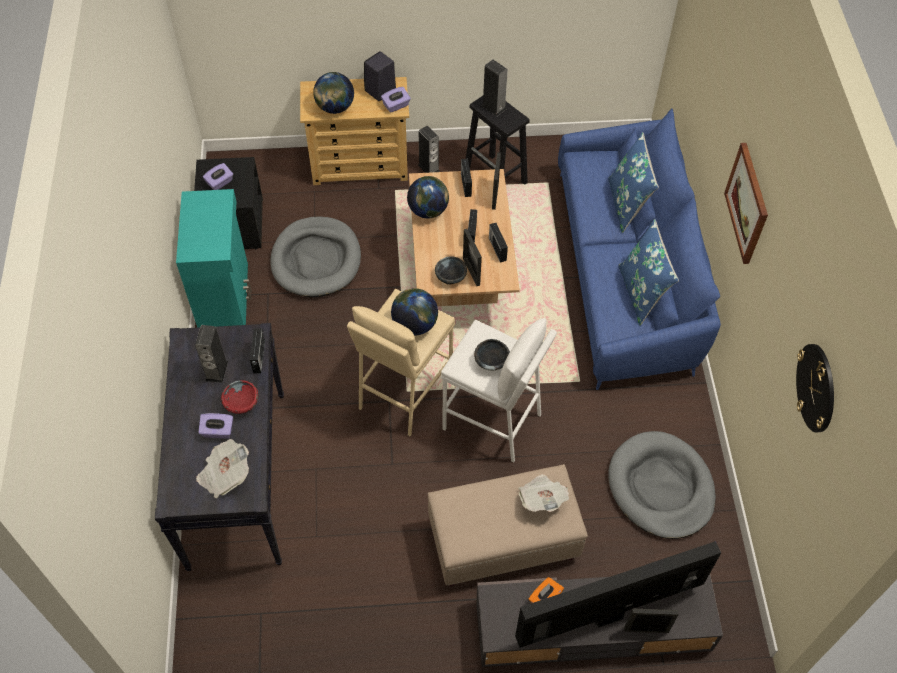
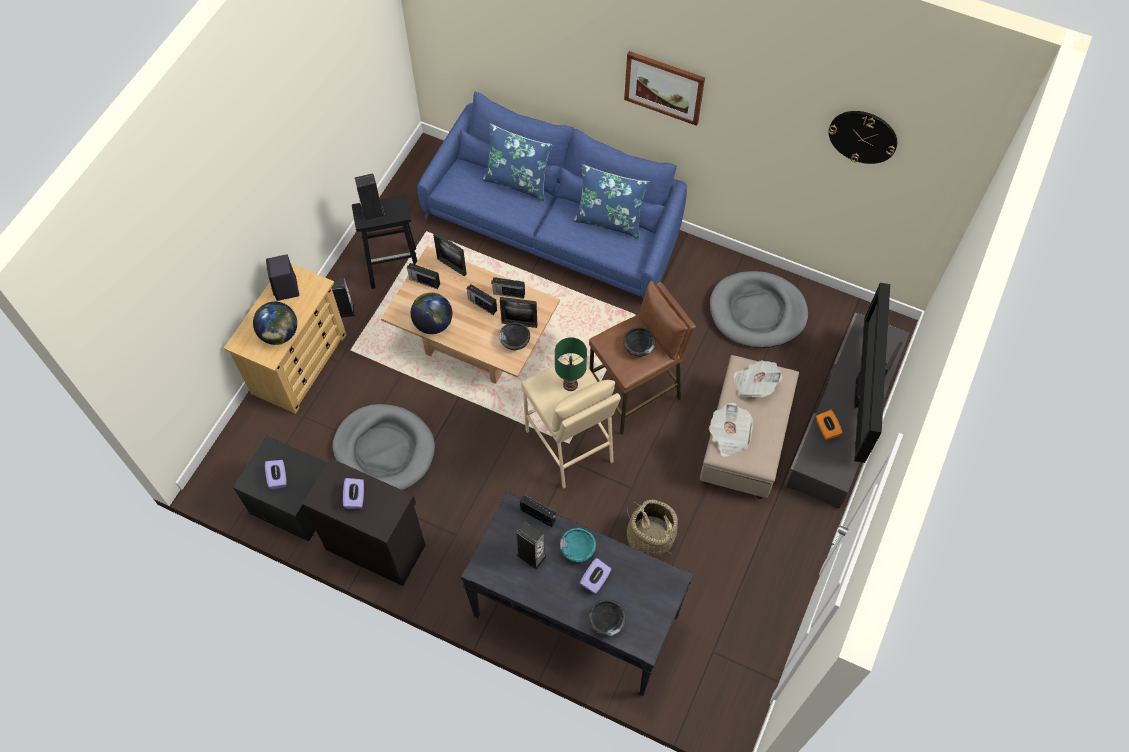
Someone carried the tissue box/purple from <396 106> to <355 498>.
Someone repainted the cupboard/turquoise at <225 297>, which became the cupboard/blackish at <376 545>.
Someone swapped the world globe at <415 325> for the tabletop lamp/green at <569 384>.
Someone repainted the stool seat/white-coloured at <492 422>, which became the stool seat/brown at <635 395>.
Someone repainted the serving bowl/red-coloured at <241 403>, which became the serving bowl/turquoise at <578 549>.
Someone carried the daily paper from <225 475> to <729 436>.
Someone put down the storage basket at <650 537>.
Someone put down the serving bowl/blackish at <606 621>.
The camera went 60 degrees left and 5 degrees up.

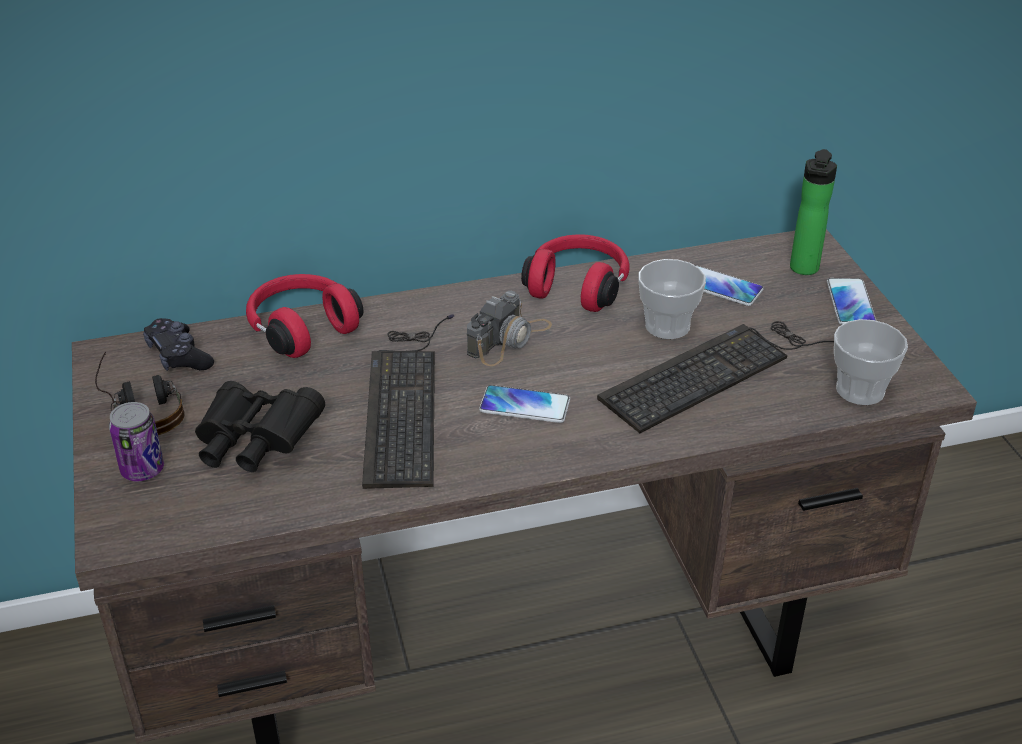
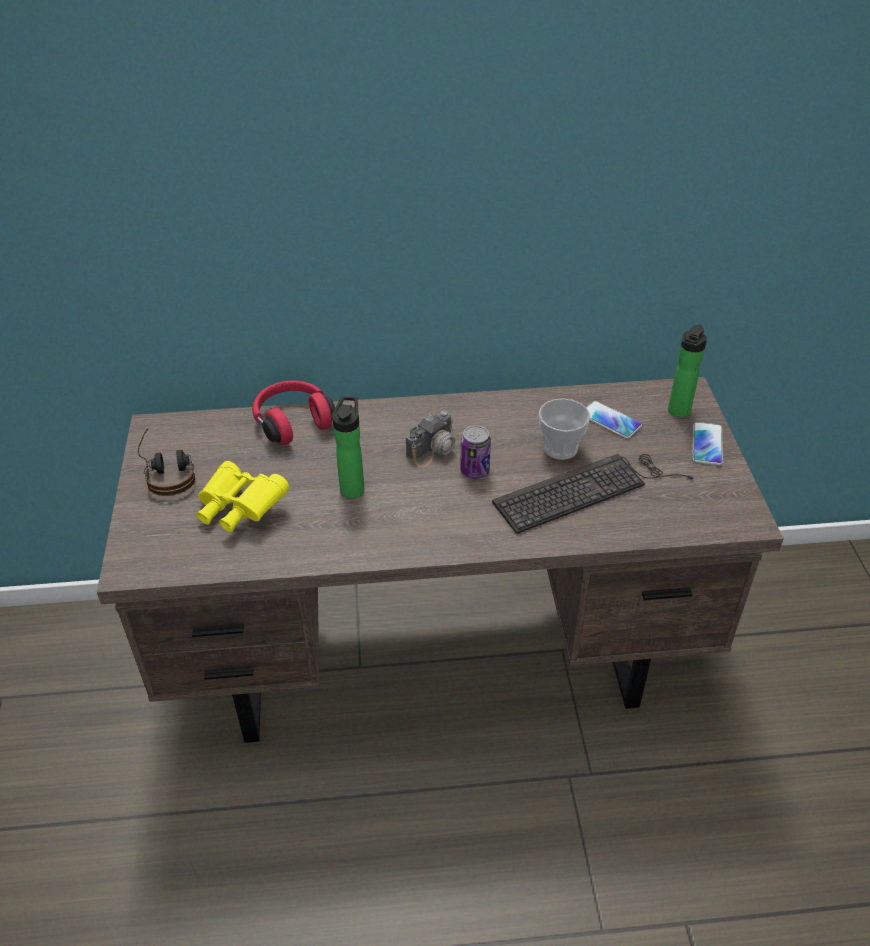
Someone took away the pair of headphones/red-coloured at <578 286>.
Someone swapped the computer keyboard at <405 400> for the bottle at <353 487>.
Someone took away the joypad/blackish at <179 356>.
Someone took away the drinking cup at <860 390>.
Someone repainted the binoculars/blackish at <255 444>, which became the binoculars/yellowish at <239 509>.
Someone took away the telephone at <525 405>.
Someone carried the metal can from <142 470> to <474 471>.
The camera went 10 degrees right and 5 degrees up.

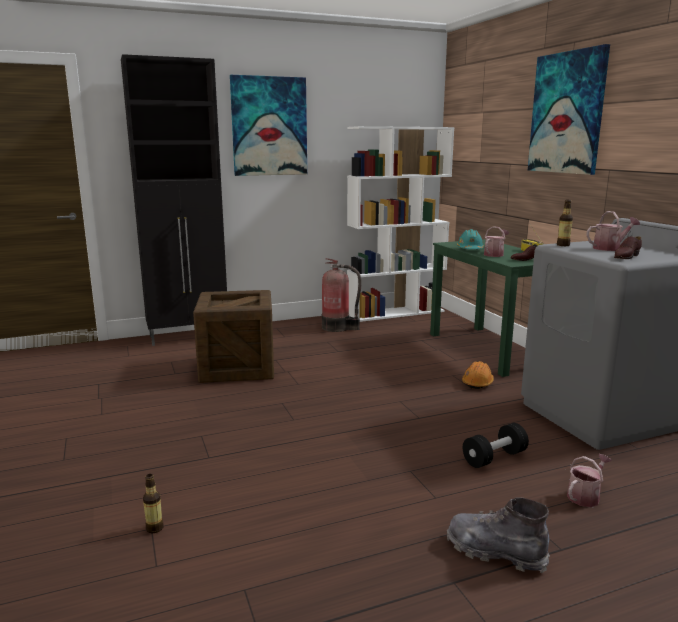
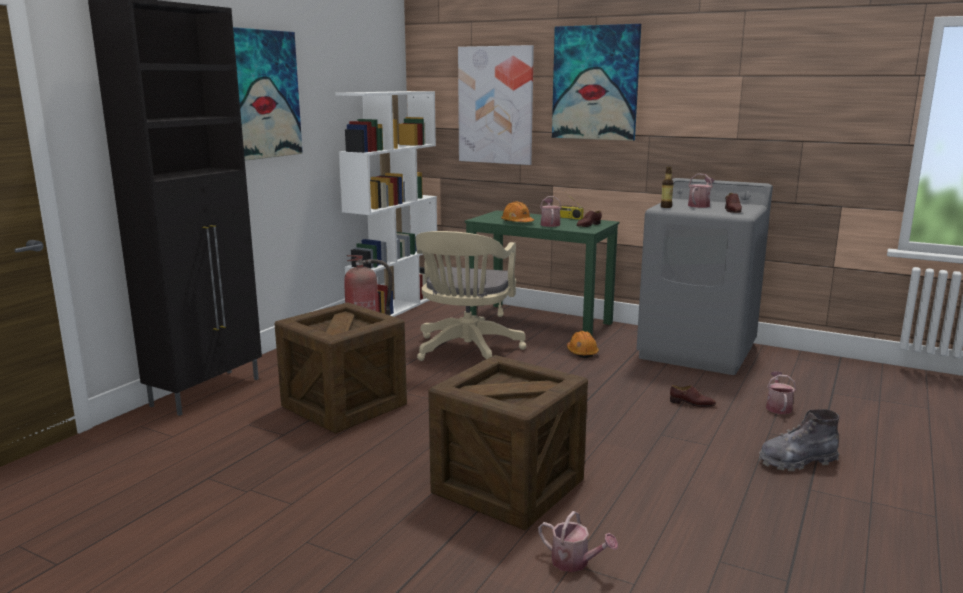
Someone repainted the hard hat/turquoise at <470 249>, which became the hard hat/orangey at <517 222>.
Someone swapped the dumbbell/blackish at <494 458> for the low shoe/brown at <692 403>.
Someone swapped the bottle at <154 528> for the sprinkling can at <575 562>.
Someone put up the wall picture at <495 105>.
Someone put down the office chair/beige-coloured at <466 351>.
Someone put down the shipping crate at <508 486>.
The camera went 40 degrees left and 0 degrees up.

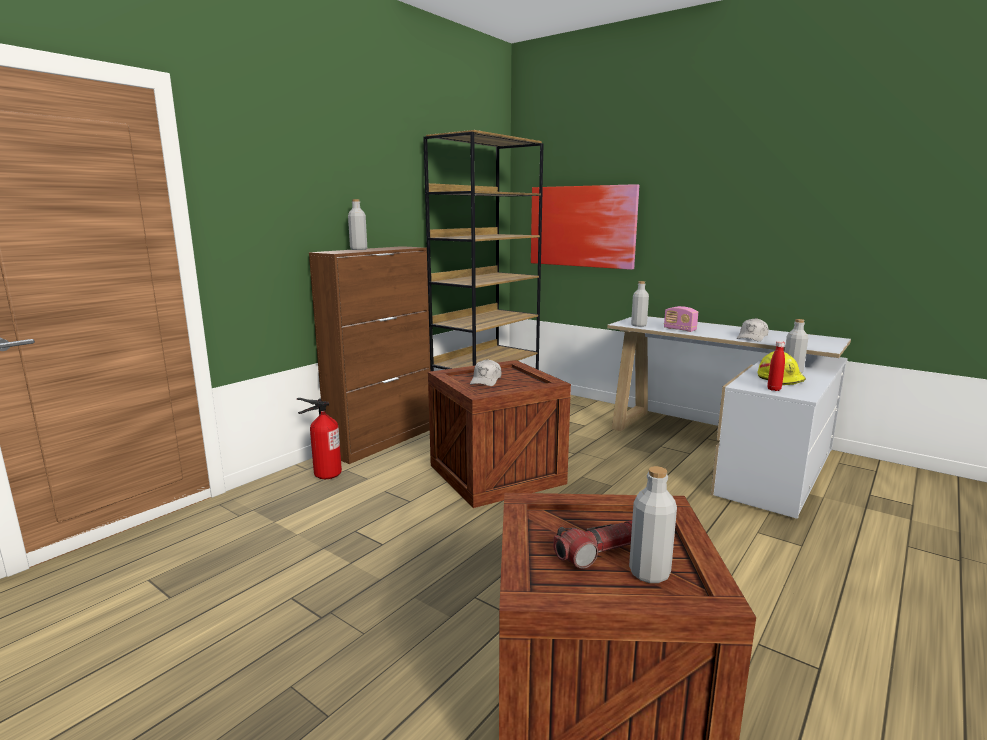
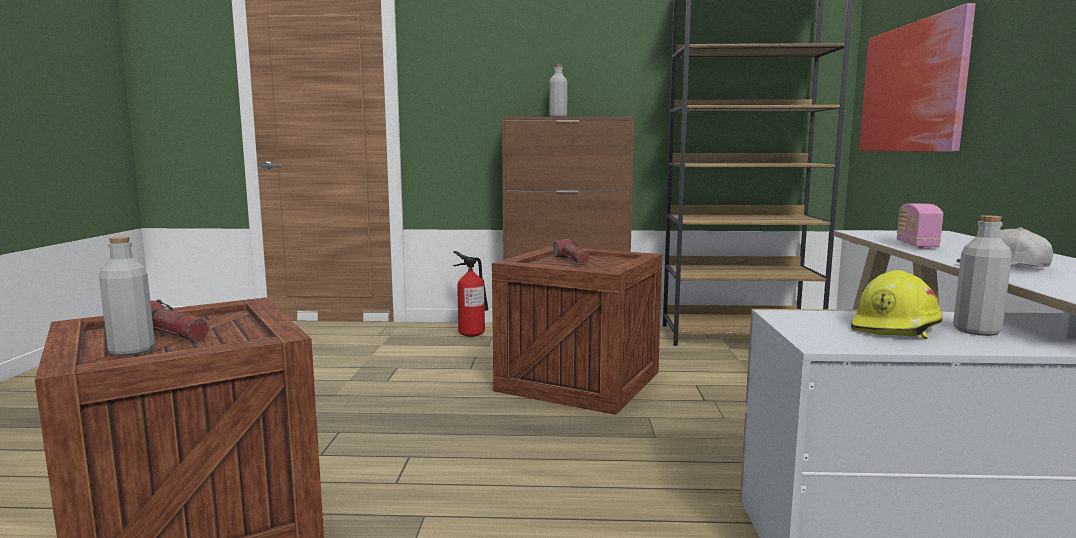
Someone took away the bottle/greyish at <638 325>.
Someone took away the bottle/red-coloured at <774 389>.
Someone swapped the baseball cap/white-coloured at <486 380> for the hand torch at <572 260>.
The camera went 55 degrees right and 5 degrees down.

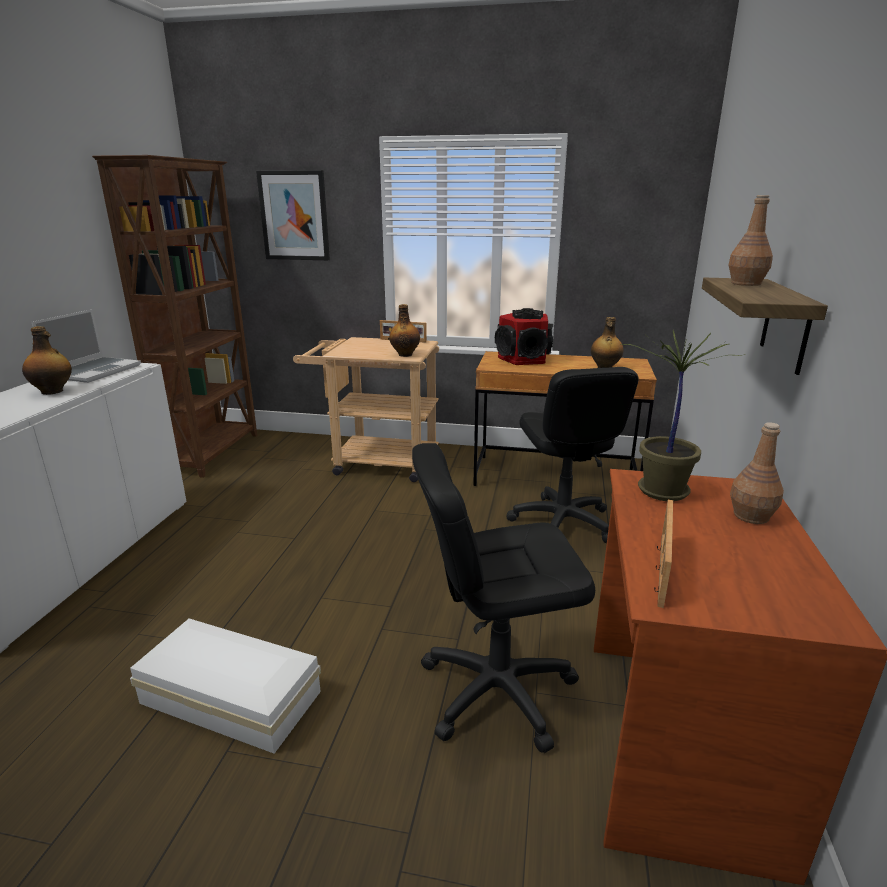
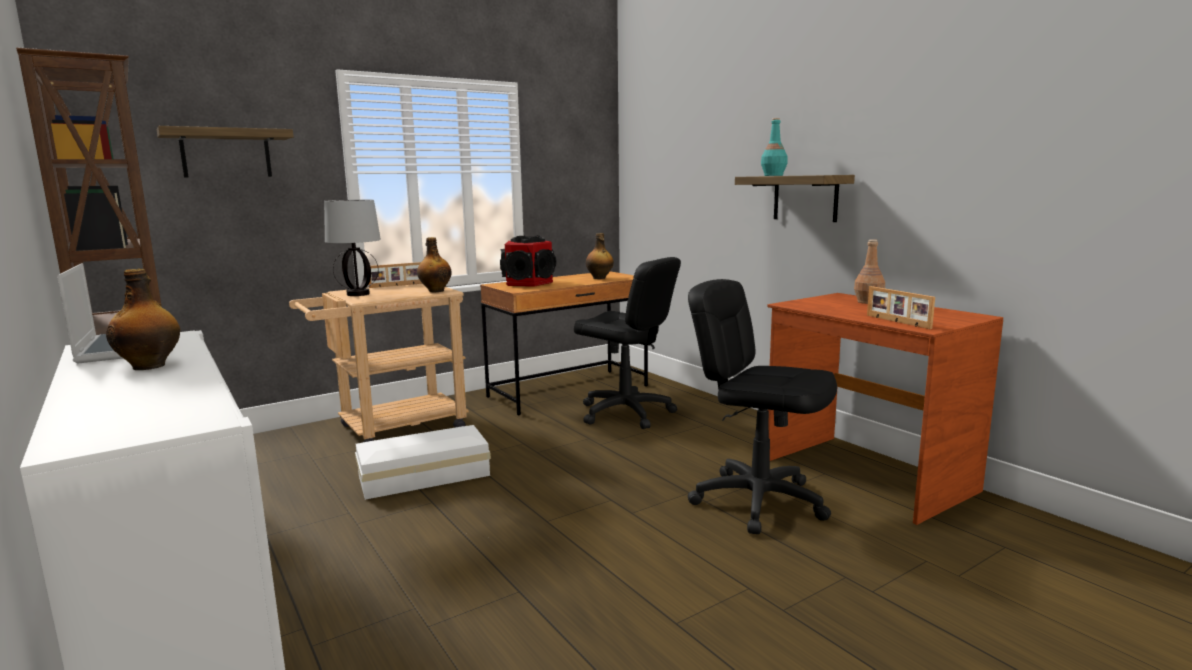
Someone swapped the wall picture at <294 216> for the wall shelf at <226 153>.
Someone repainted the bottle/brown at <745 284>, which became the bottle/turquoise at <773 175>.
Someone took away the plant in a pot at <661 490>.
Someone rotated the office chair/blackish at <496 689> by 90 degrees clockwise.
Someone carried the storage bin/white-coloured from <230 695> to <421 475>.
Someone put down the tabletop lamp at <358 294>.
The camera went 45 degrees left and 10 degrees down.

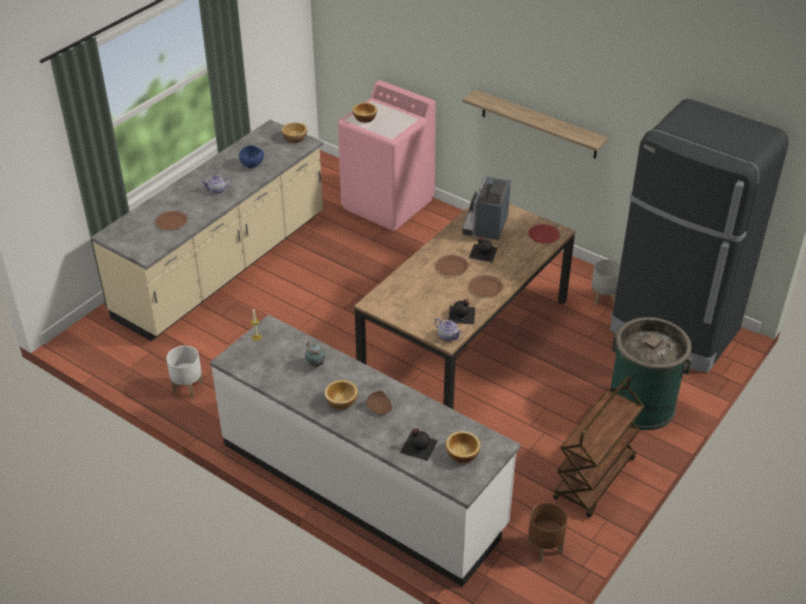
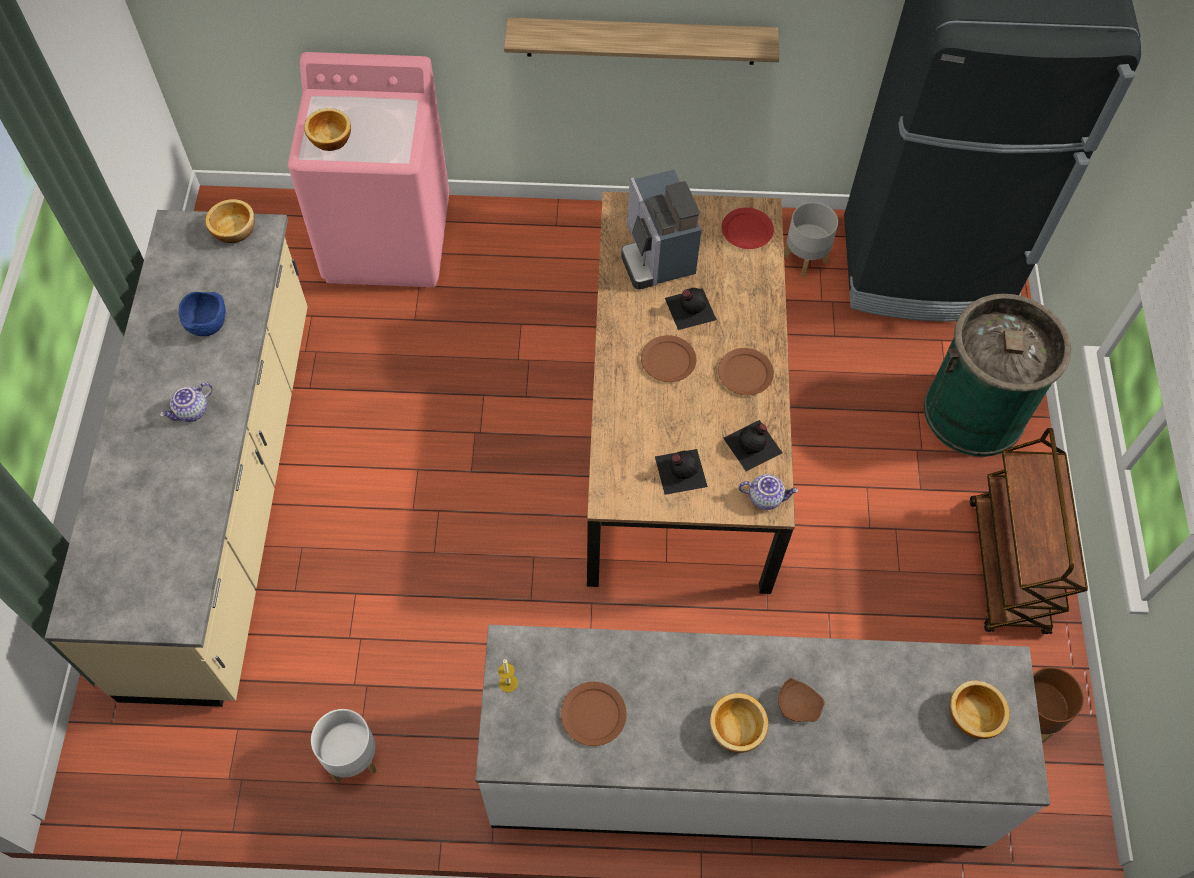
Someone carried the plate/brown from <171 222> to <593 715>.
Someone took away the pot for tea at <316 365>.
Someone carried the bottle/blackish from <418 445> to <680 471>.
The camera went 35 degrees left and 20 degrees up.

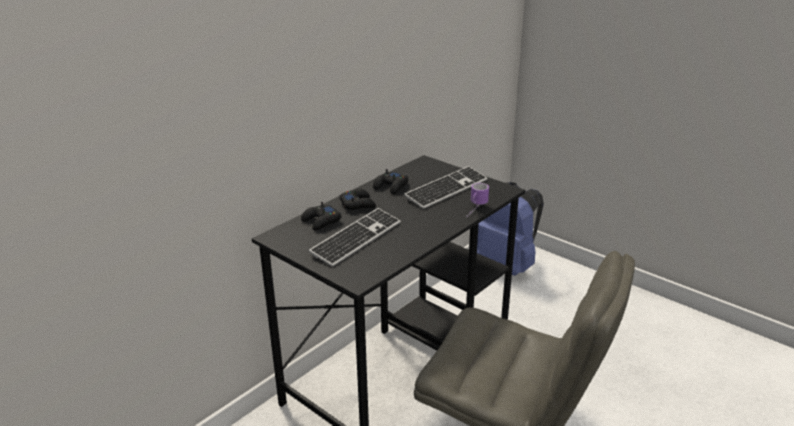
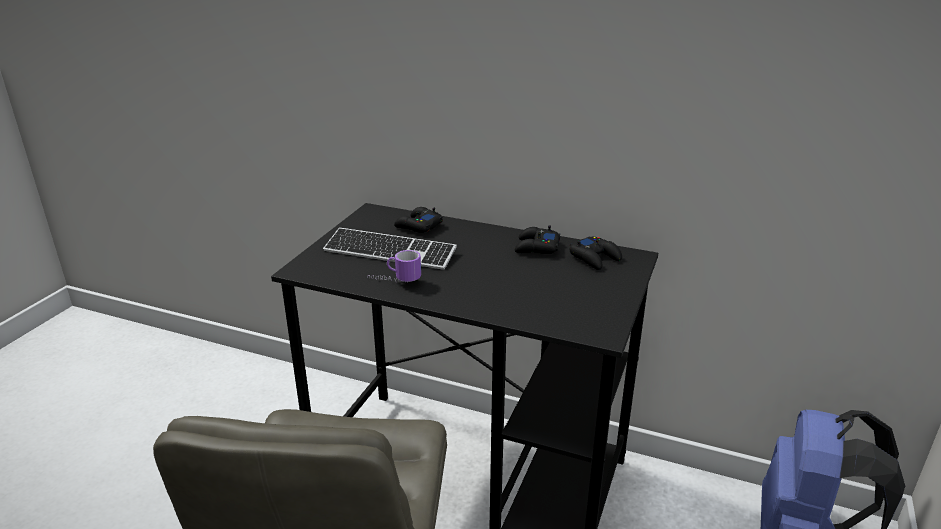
Someone took away the computer keyboard at <447 189>.
Someone carried the mug from <474 210> to <394 281>.
Someone carried the joypad/blackish from <358 204> to <595 258>.
The camera went 70 degrees right and 0 degrees up.

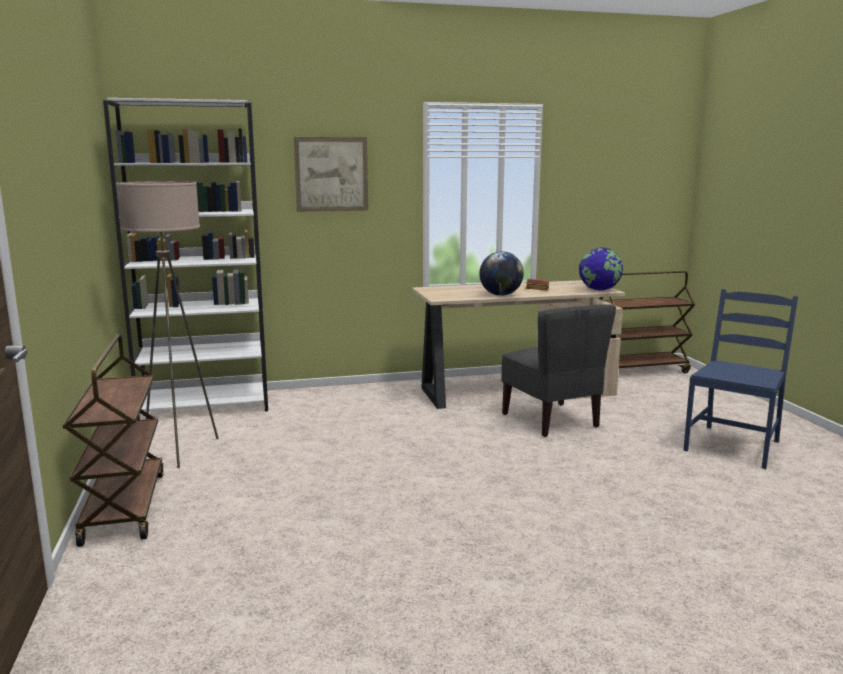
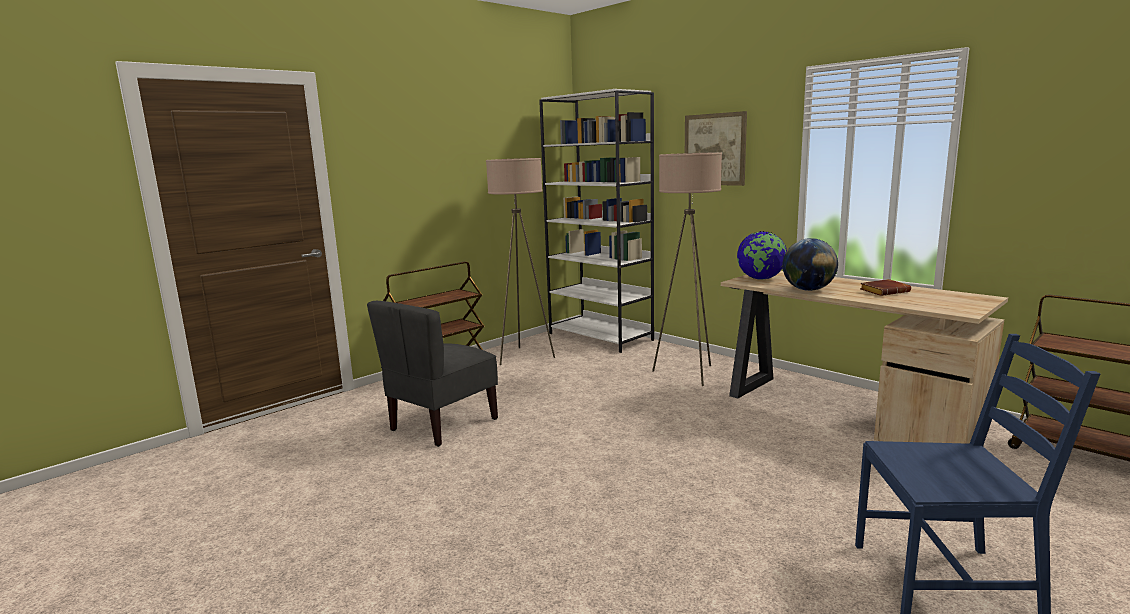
Someone carried the world globe from <599 290> to <760 279>.
Someone carried the chair/greyish from <551 420> to <442 424>.
Someone put down the floor lamp/beige-coloured at <688 374>.
The camera went 60 degrees right and 0 degrees up.

